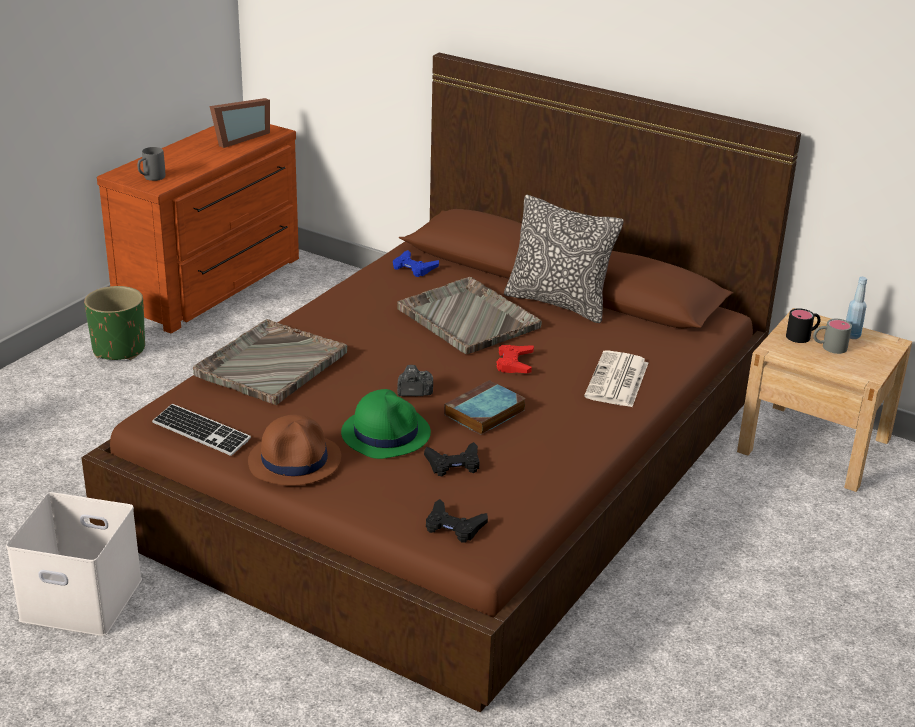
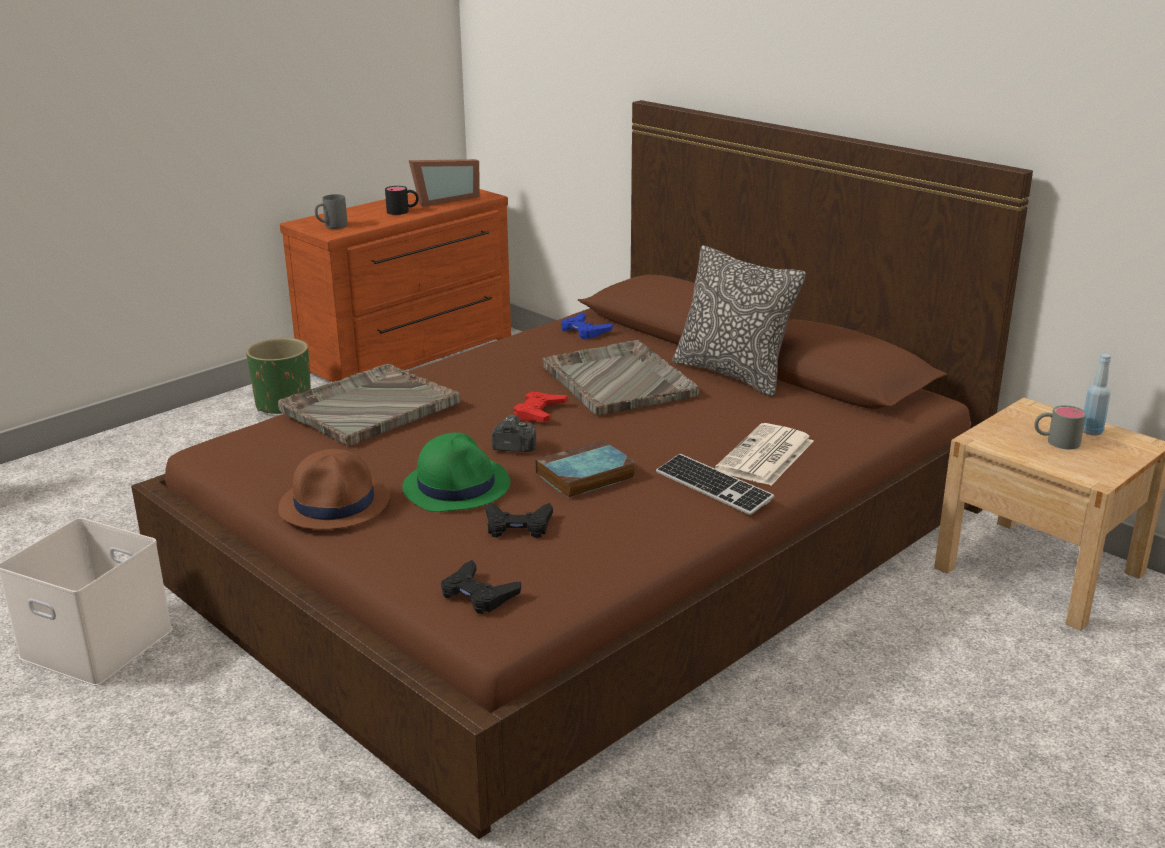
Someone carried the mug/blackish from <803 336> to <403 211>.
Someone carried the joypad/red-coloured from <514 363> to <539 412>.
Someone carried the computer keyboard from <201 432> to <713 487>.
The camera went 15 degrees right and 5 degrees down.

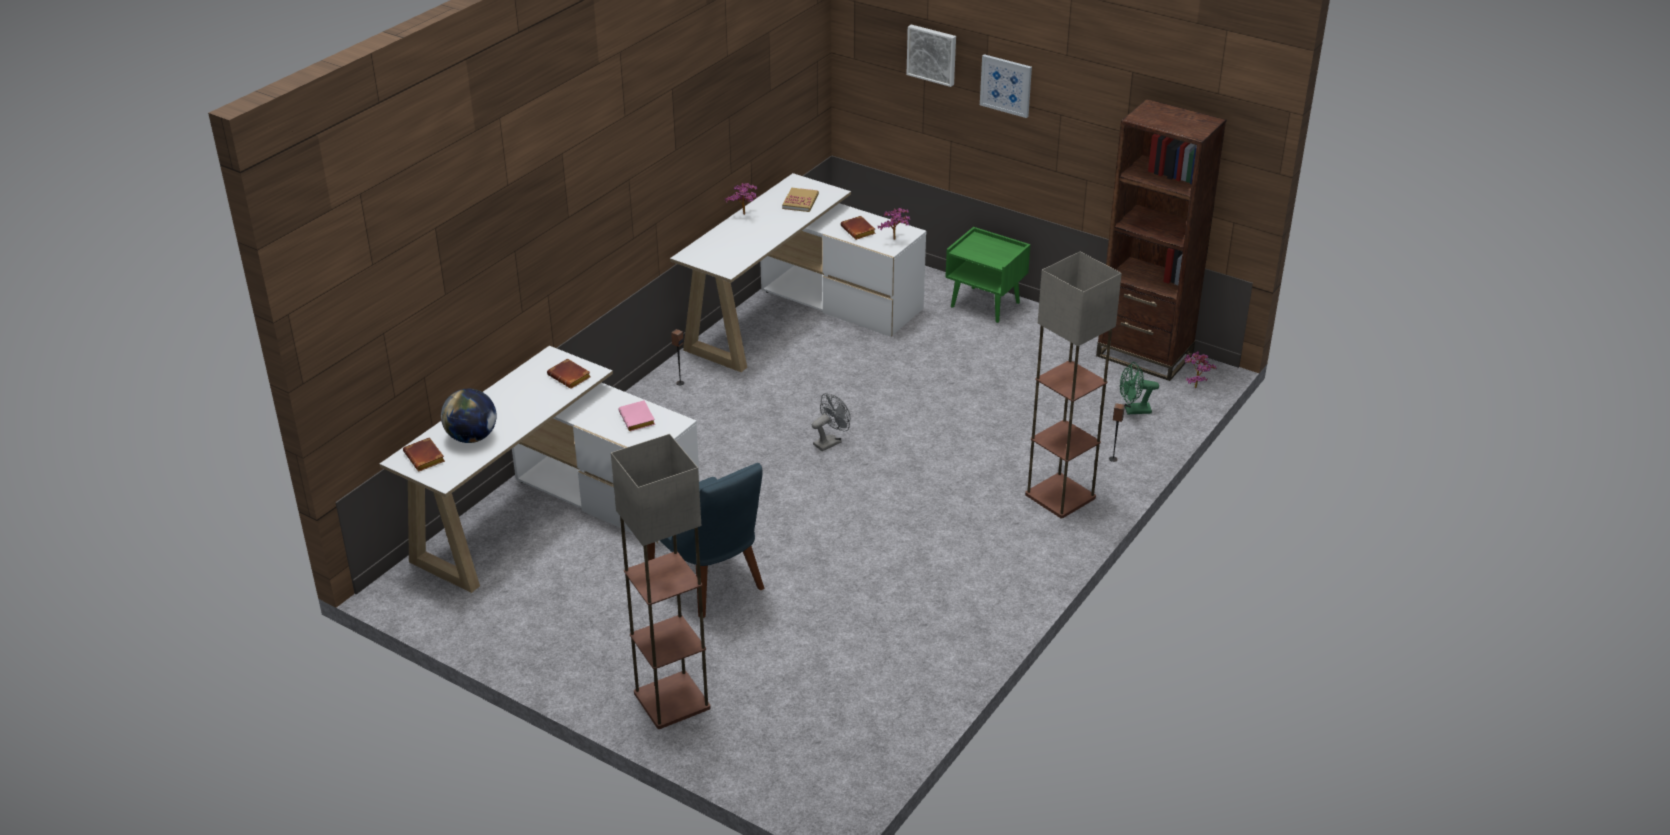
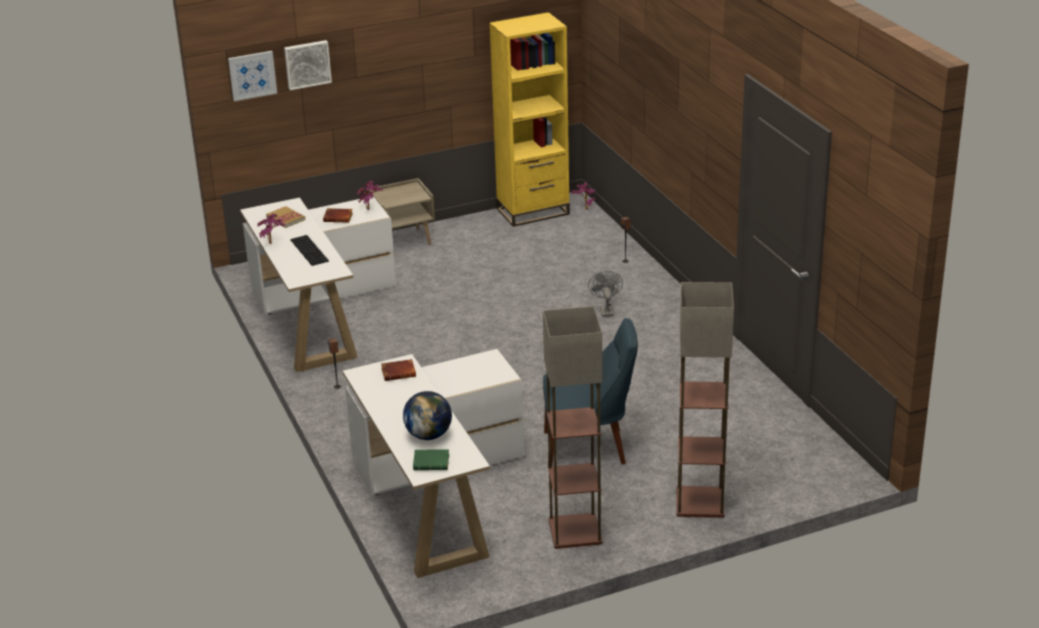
Someone carried the wall picture from <1006 85> to <252 75>.
Someone repainted the bookcase/brown at <1144 355>, which became the bookcase/yellowish at <533 212>.
Someone repainted the night table/green at <986 304>, which became the night table/beige-coloured at <404 241>.
Someone carried the floor lamp from <1059 496> to <574 532>.
Someone took away the electric fan/green at <1133 410>.
Someone carried the electric fan/greyish from <830 442> to <605 310>.
Someone took away the book/pinkish at <638 419>.
Someone repainted the book/brown at <426 458>, which became the book/green at <432 462>.
Someone put down the computer keyboard at <309 250>.
The camera went 55 degrees left and 5 degrees down.

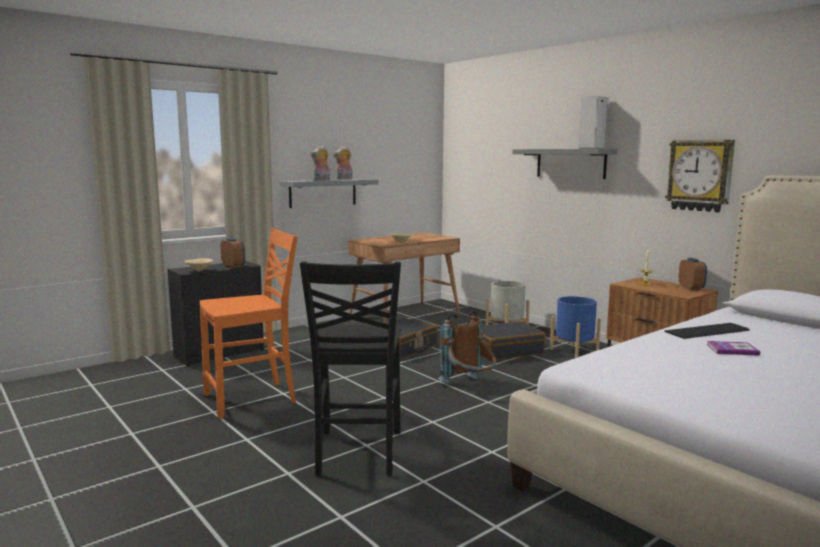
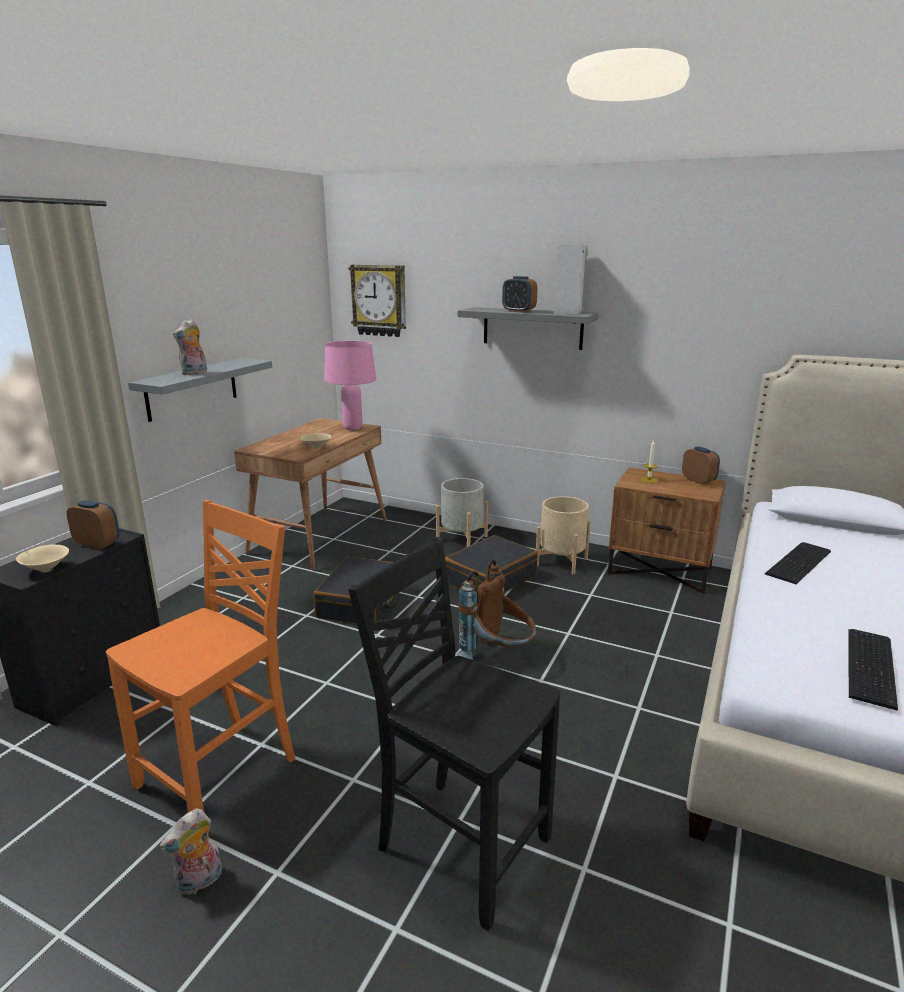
Someone carried the hanging clock from <700 175> to <379 300>.
Someone carried the cuddly toy from <344 179> to <199 882>.
Someone rotated the chair/blackish at <357 453> by 150 degrees clockwise.
Someone repainted the plant pot/blue-coloured at <574 350>, which became the plant pot/beige-coloured at <561 561>.
Someone took away the book at <732 349>.
Someone put down the bedside clock at <518 311>.
Someone put down the tabletop lamp/pinkish at <353 428>.
Someone put down the computer keyboard at <873 666>.
The camera went 25 degrees left and 10 degrees up.

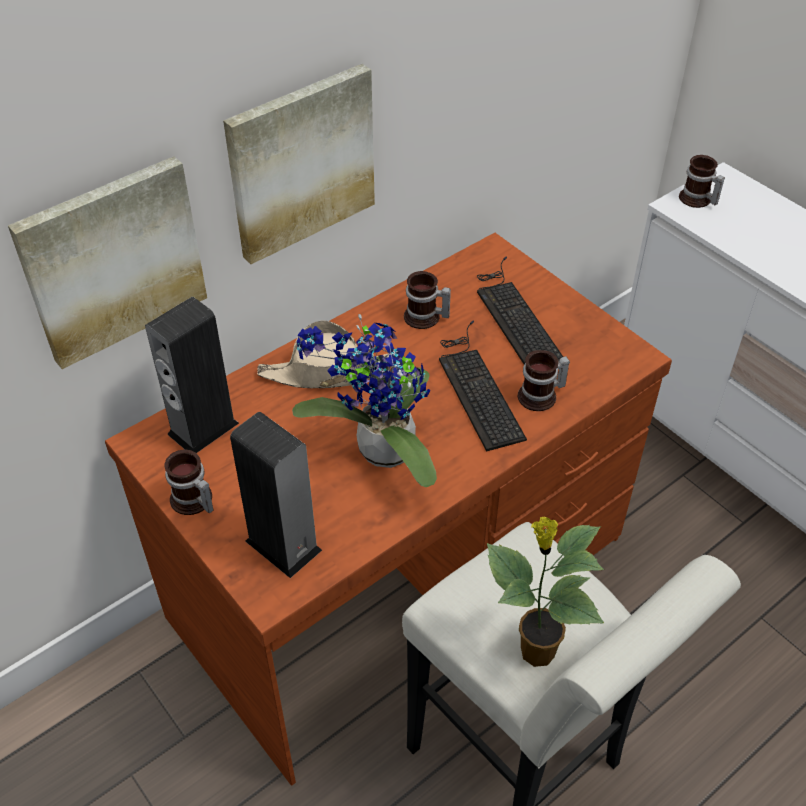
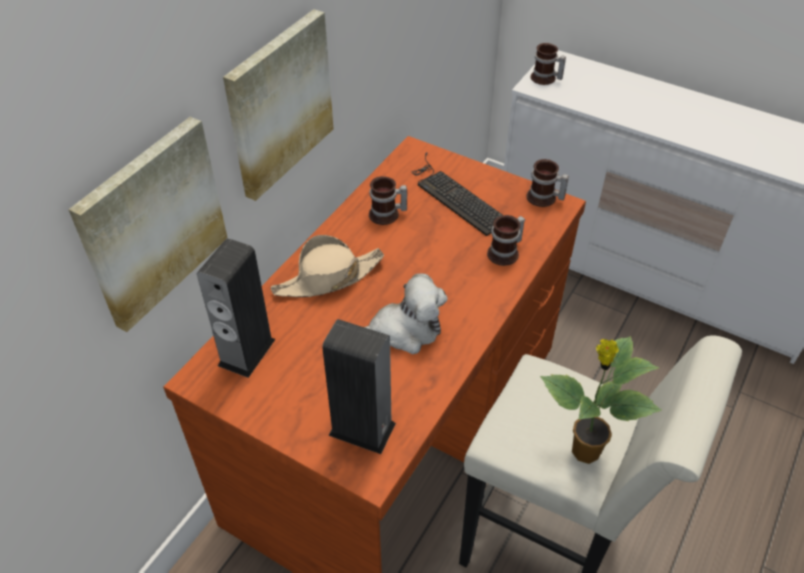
Someone swapped the plant in a pot at <379 452> for the cuddly toy at <403 331>.
Someone took away the computer keyboard at <477 387>.
Someone carried the mug from <192 502> to <544 199>.
The camera went 20 degrees left and 0 degrees up.

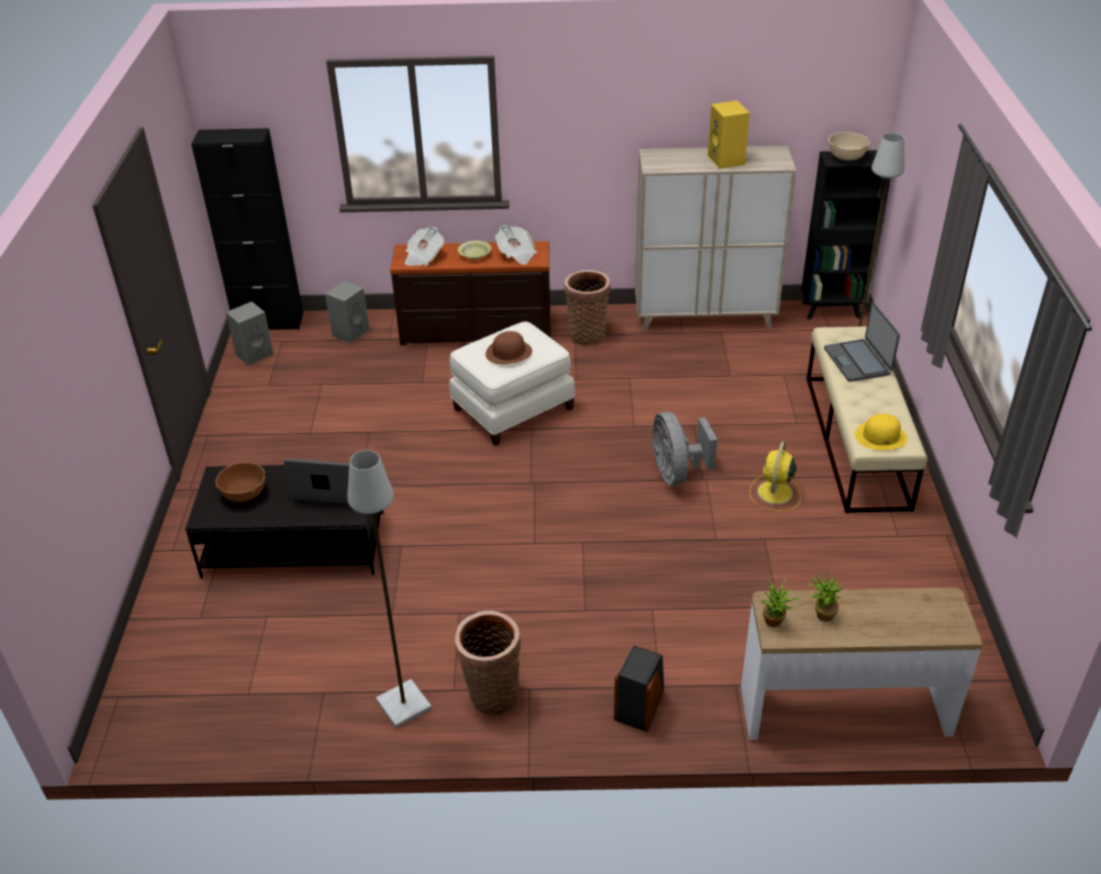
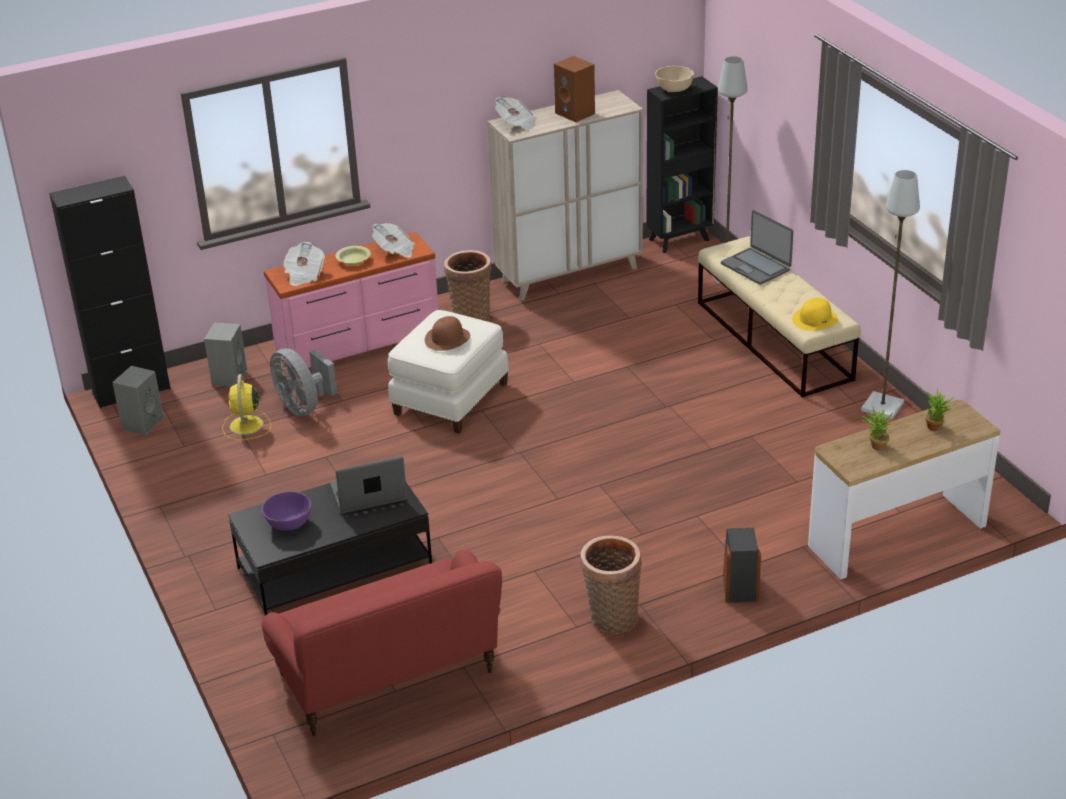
Someone repainted the loudspeaker/yellowish at <727 160>, which became the loudspeaker/brown at <576 113>.
Someone repainted the dresser/brown at <476 331>, which became the dresser/pinkish at <359 343>.
Someone carried the electric fan/greyish from <676 473> to <304 406>.
Someone carried the electric fan/yellowish from <774 493> to <246 426>.
Someone carried the floor lamp/greyish from <402 705> to <881 407>.
Someone repainted the serving bowl/brown at <244 493>, which became the serving bowl/purple at <288 523>.
Someone carried the plant in a pot from <775 623> to <936 428>.
Someone put down the daily paper at <516 124>.
Someone put down the settee/red-coloured at <388 677>.
The camera went 25 degrees left and 5 degrees down.

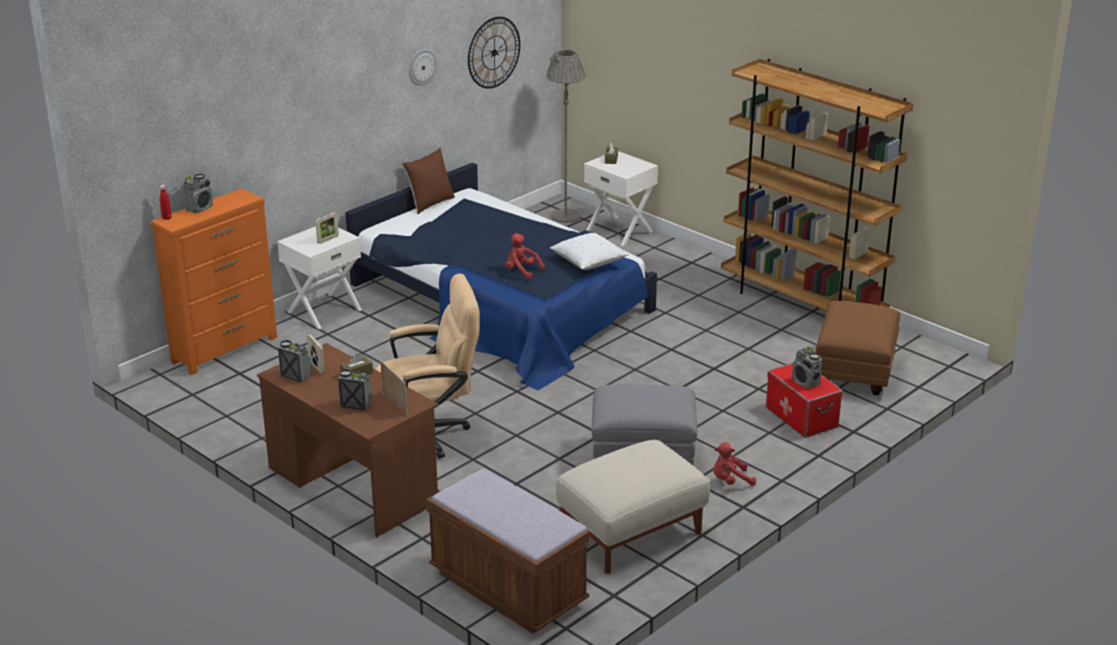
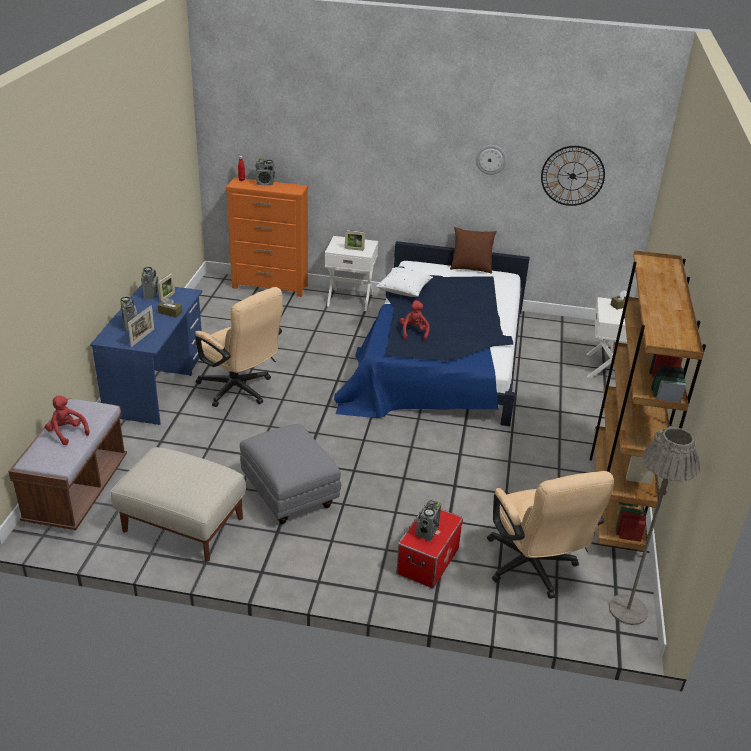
Someone carried the floor lamp/greyish from <565 216> to <628 610>.
Someone carried the throw pillow/white-coloured from <589 262> to <404 290>.
Someone swapped the pouffe/brown at <854 373> for the office chair/beige-coloured at <533 570>.
Someone repainted the desk unit/brown at <352 485>, which became the desk unit/blue-coloured at <156 385>.
Someone carried the cuddly toy/red-coloured from <730 481> to <67 433>.
The camera went 55 degrees right and 5 degrees up.

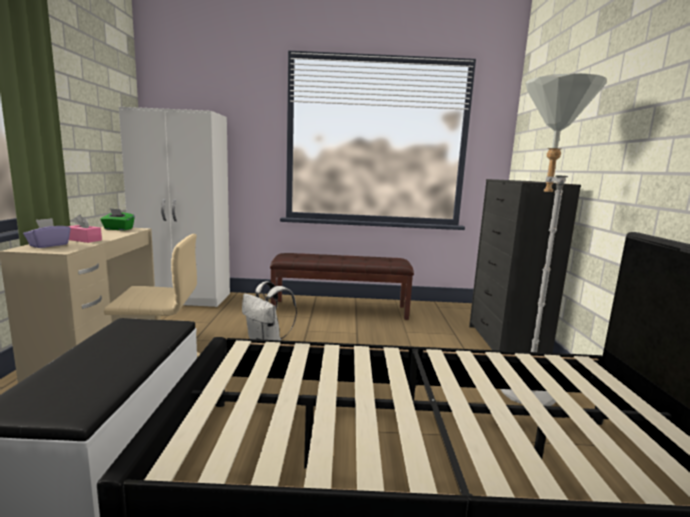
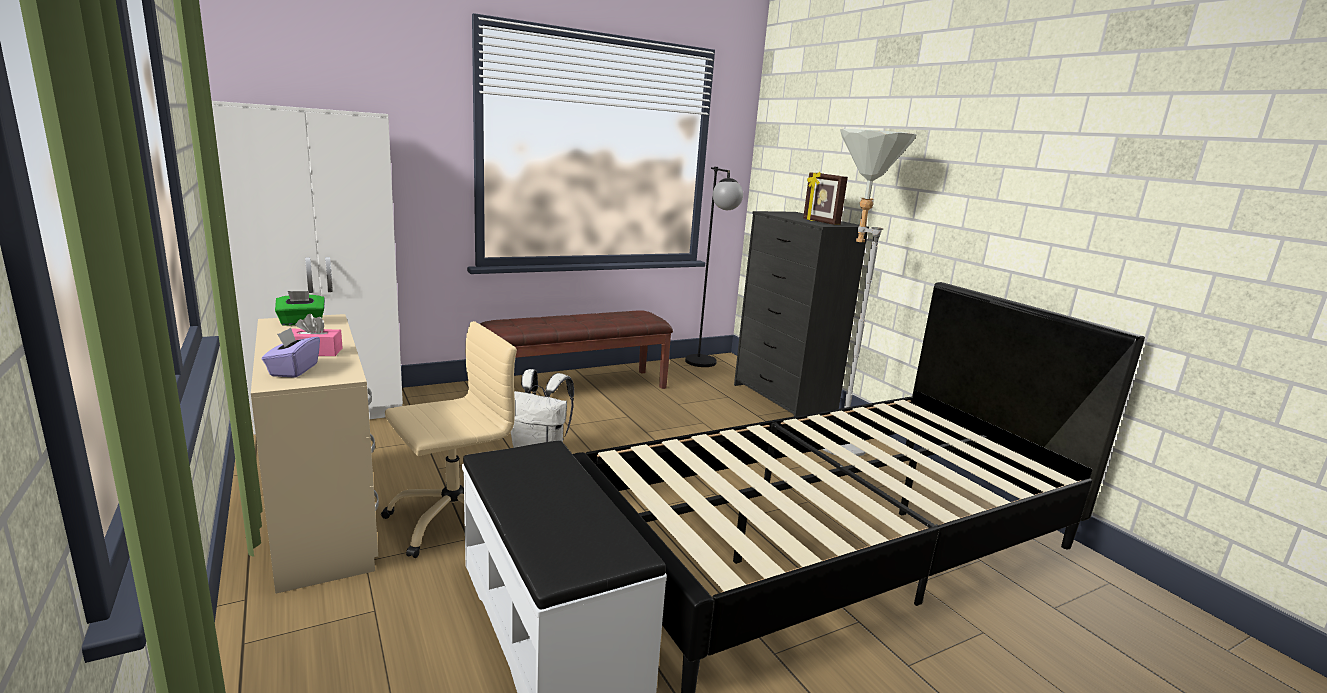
Someone put down the floor lamp/blackish at <704 365>.
Someone put down the standing frame at <820 222>.
The camera went 30 degrees left and 5 degrees up.

